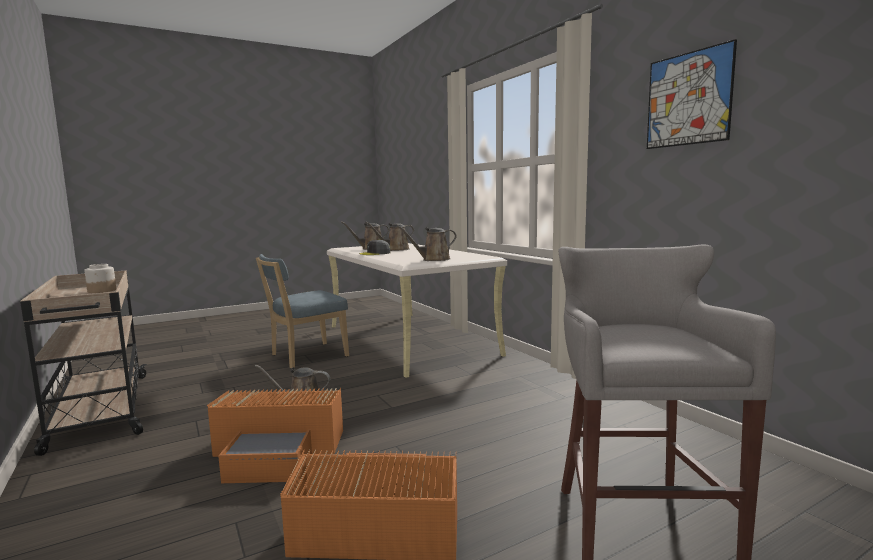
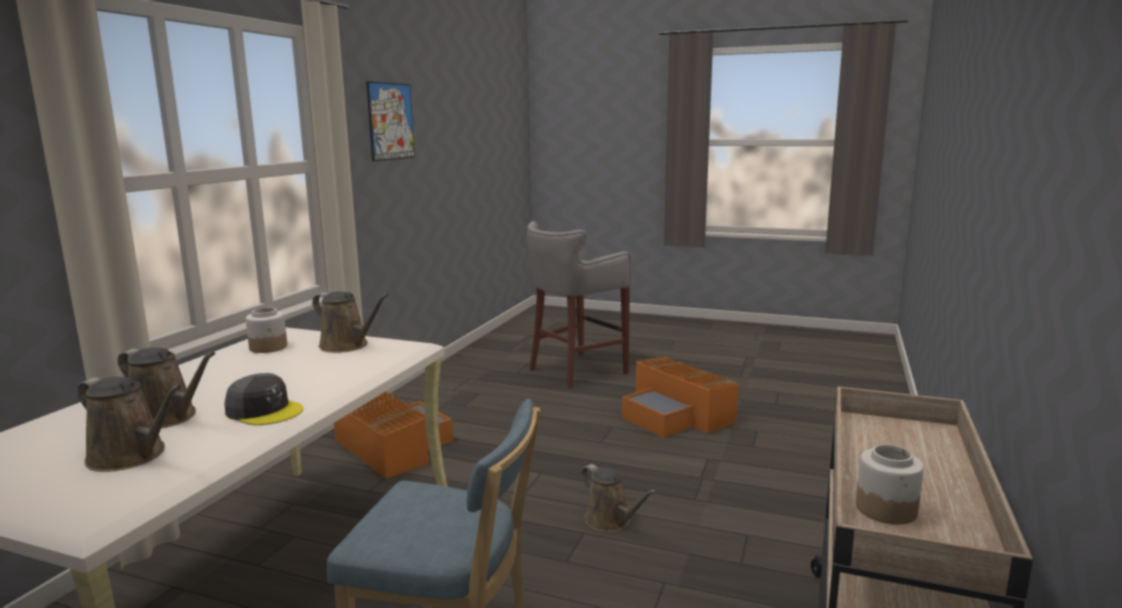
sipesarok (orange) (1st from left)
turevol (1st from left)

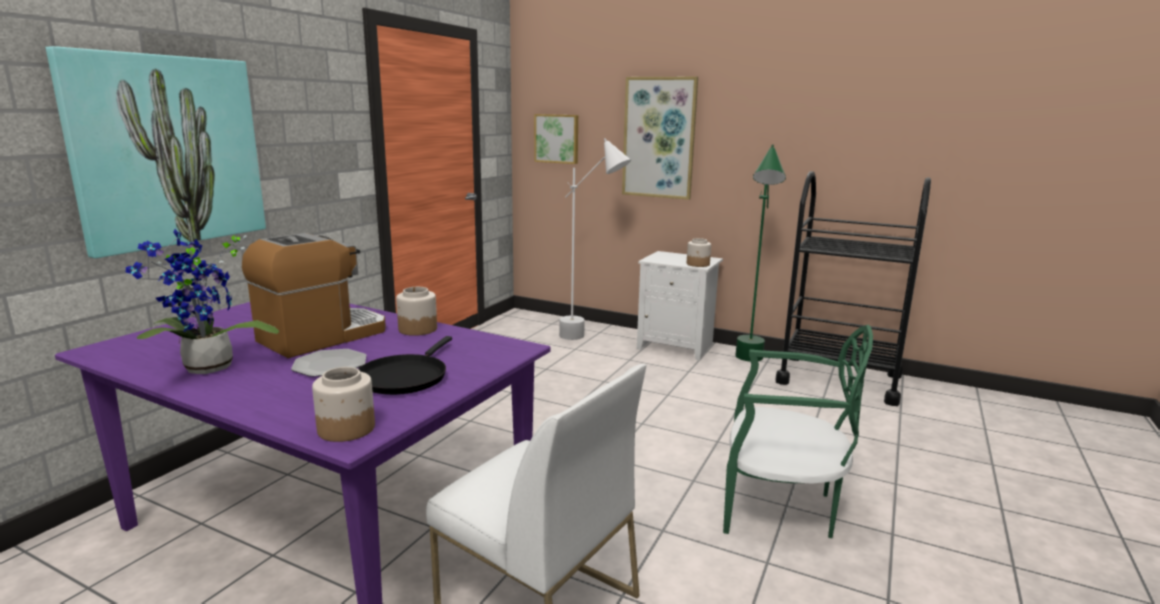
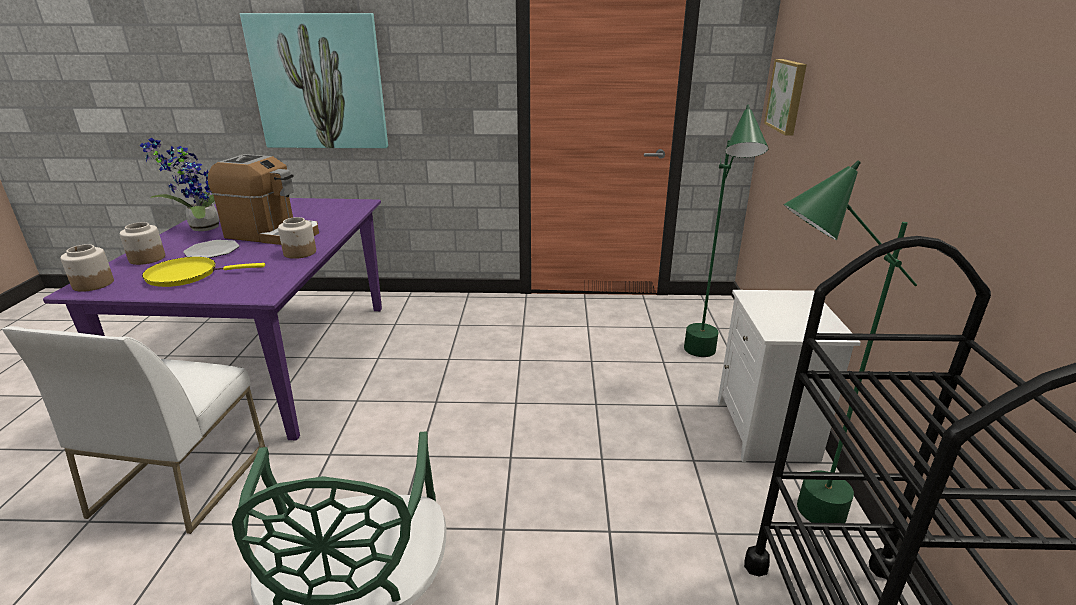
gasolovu (3rd from left in the first image)
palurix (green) (1st from left)
turevol (2nd from left)
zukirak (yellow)

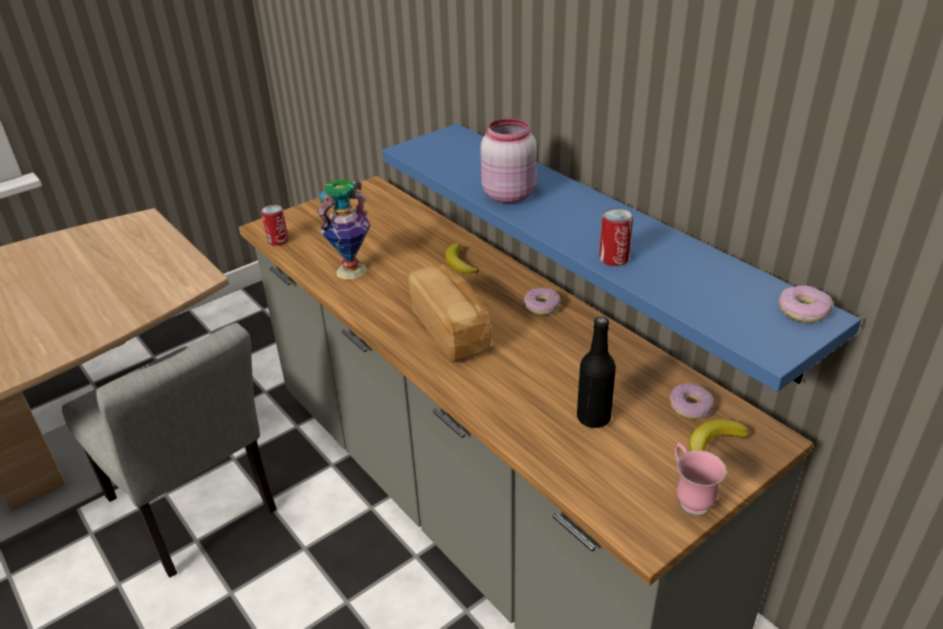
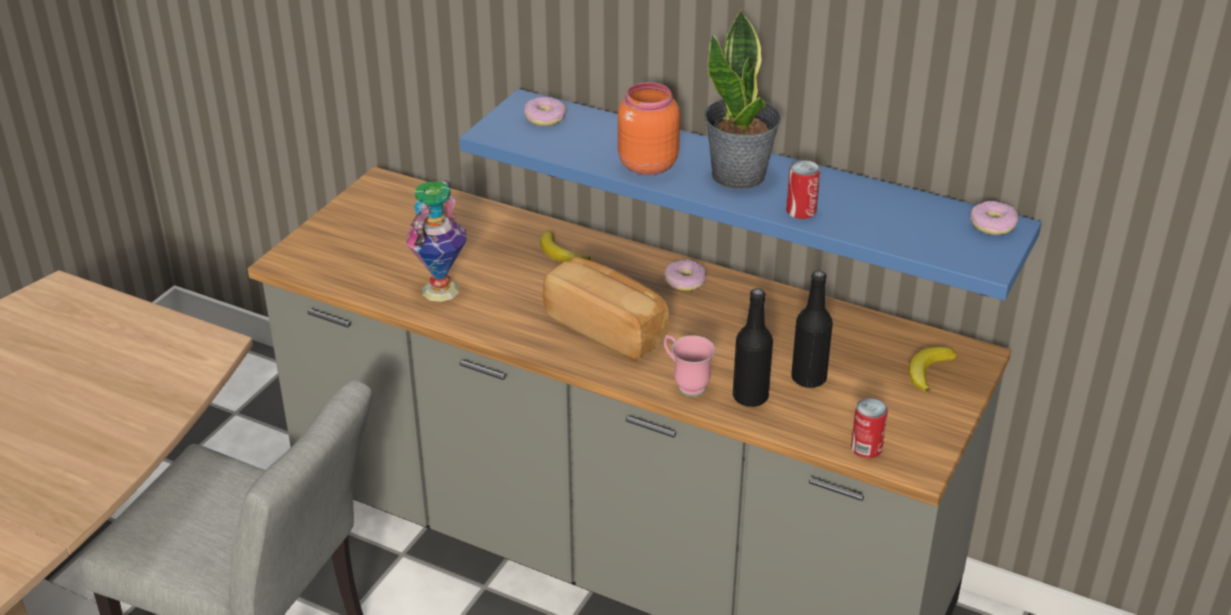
turevol (orange)
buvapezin (2nd from left)
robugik (1st from left)
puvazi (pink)
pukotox
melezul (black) (1st from left)

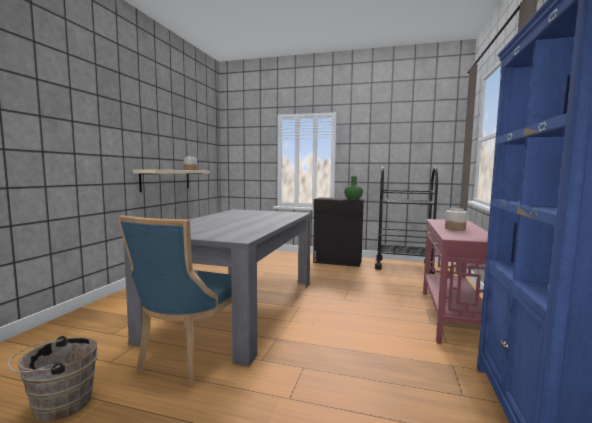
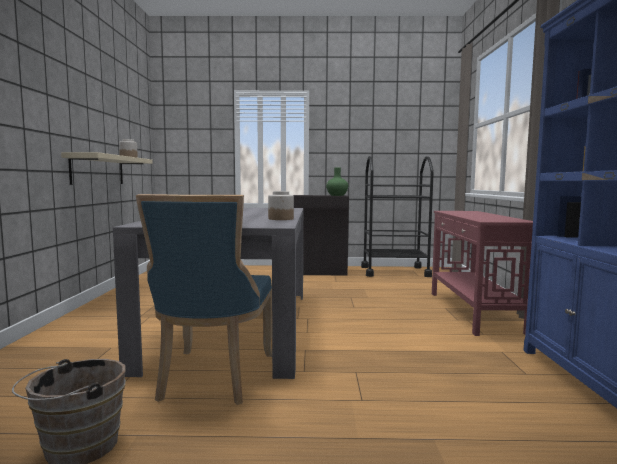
turevol (2nd from left)

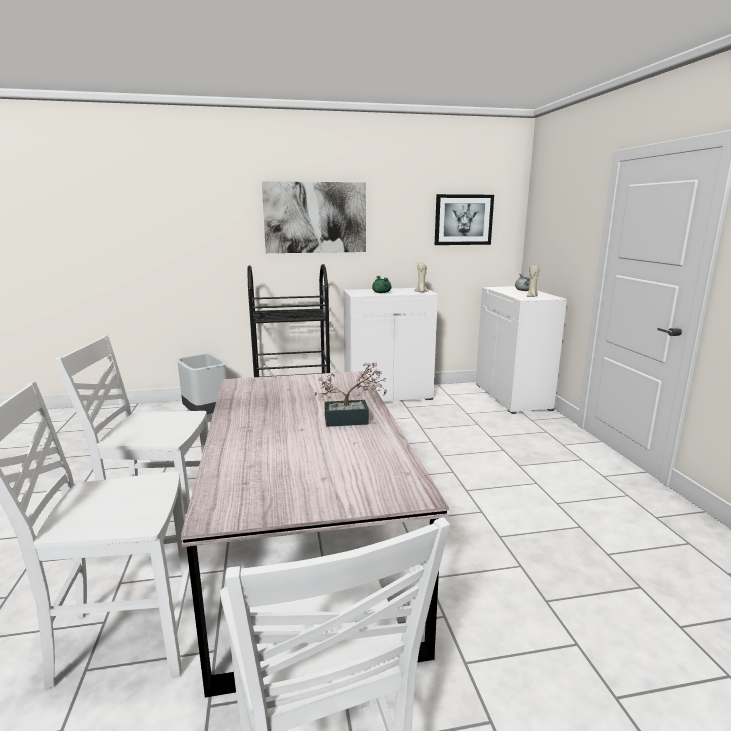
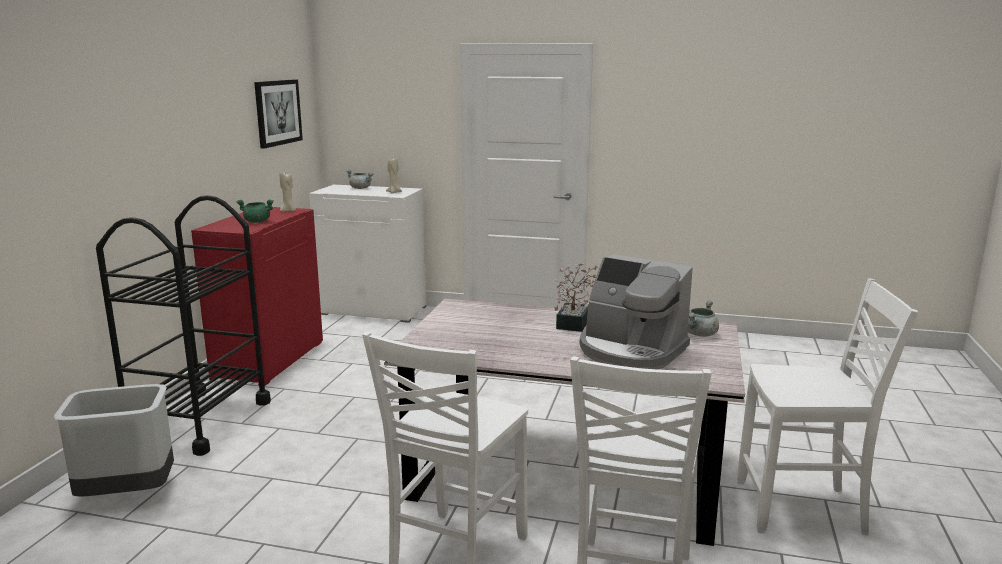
gasolovu (1st from left in the first image)
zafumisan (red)
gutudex
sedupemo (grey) (2nd from left)

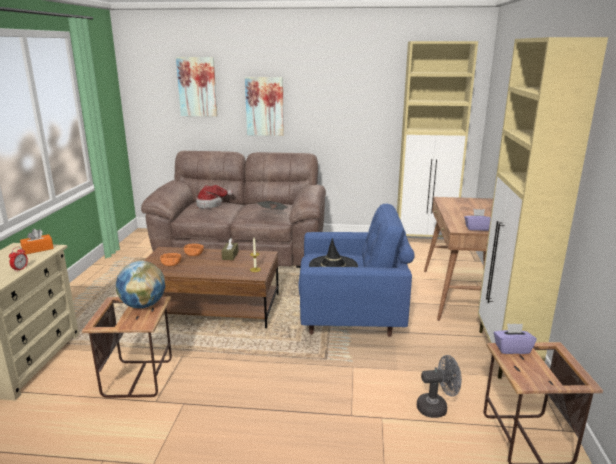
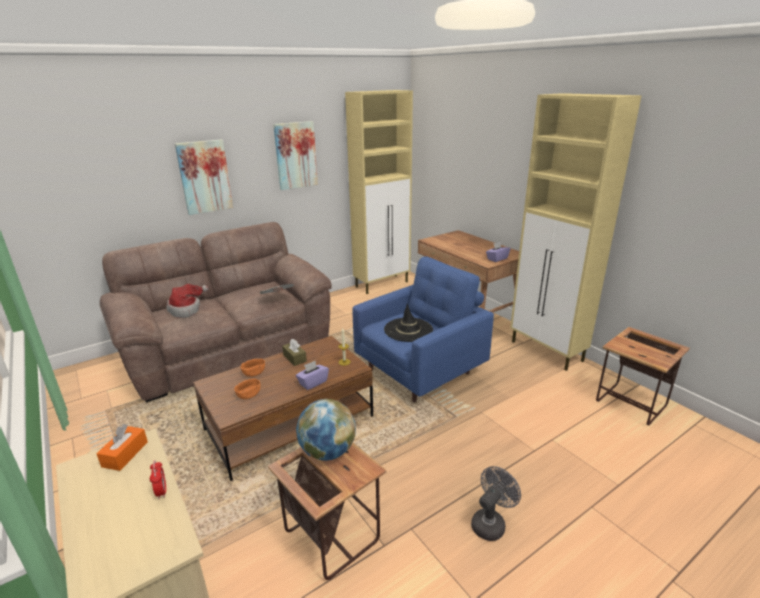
gasolovu (2nd from left)
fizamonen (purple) (1st from left)
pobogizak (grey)

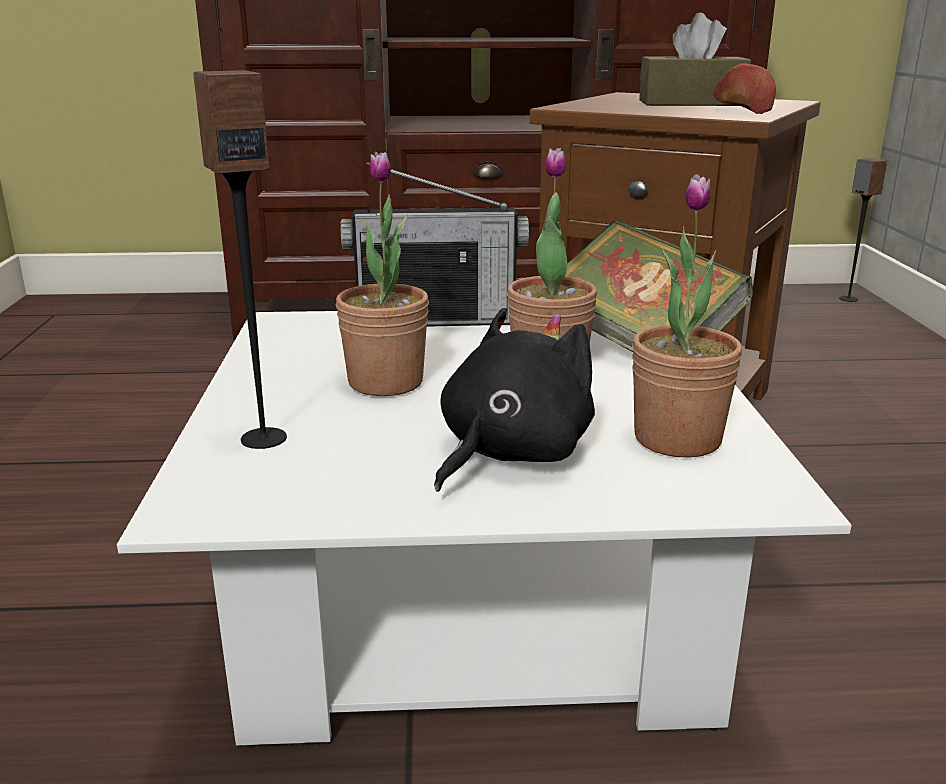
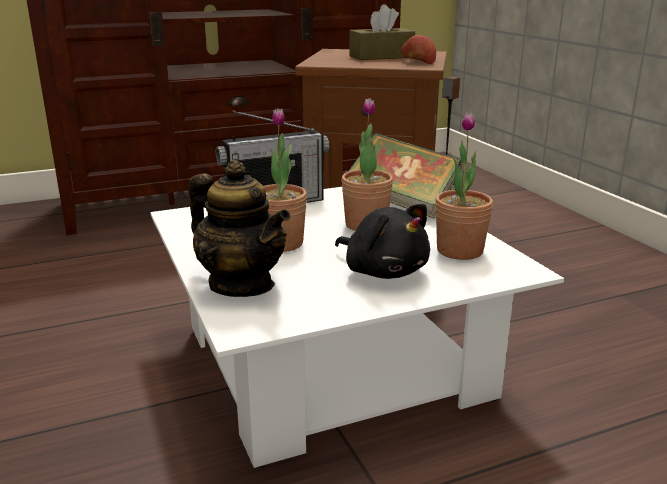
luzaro
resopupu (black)

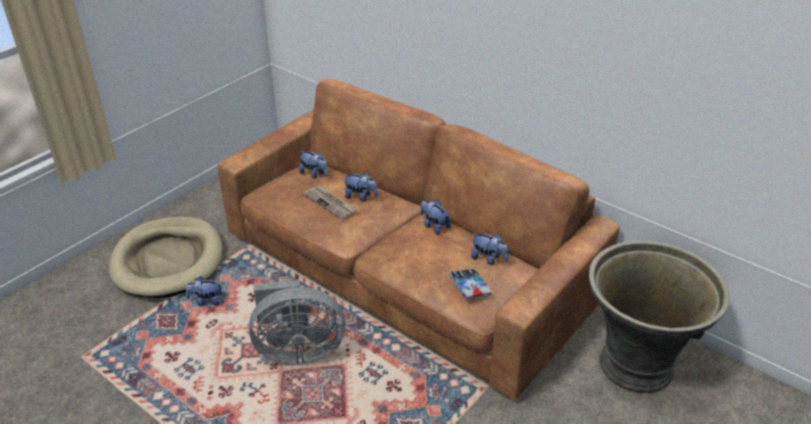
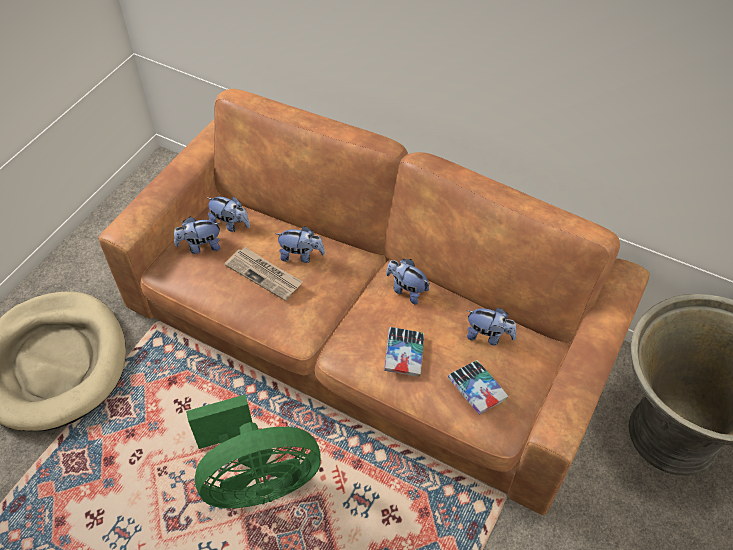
resopupu (1st from left)
pobogizak (green)
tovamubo (1st from left)

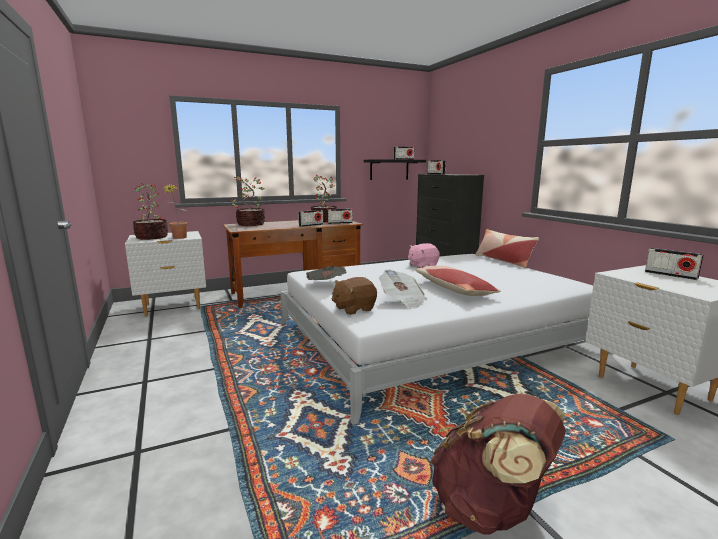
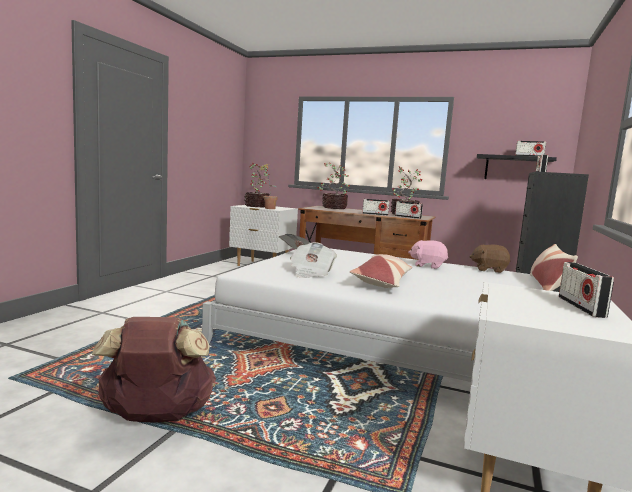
resopupu (brown)

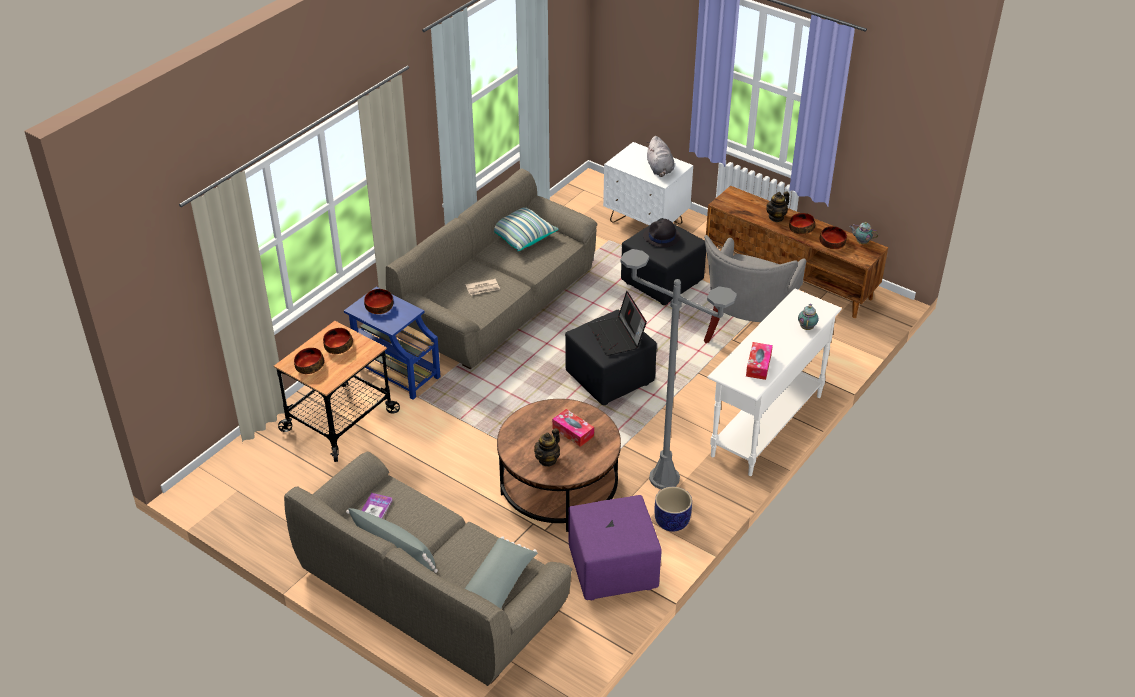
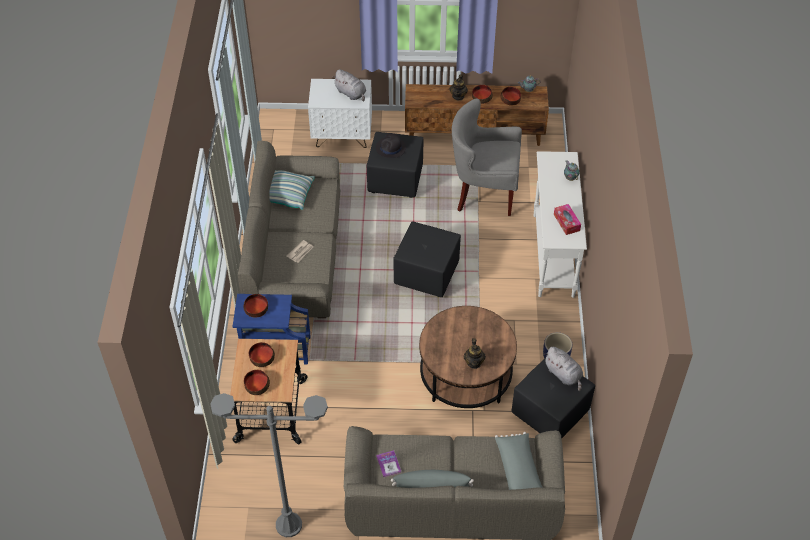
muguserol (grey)
palurix (grey)
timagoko
fizamonen (1st from left in the first image)
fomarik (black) (3rd from left)
resopupu (grey) (2nd from left)

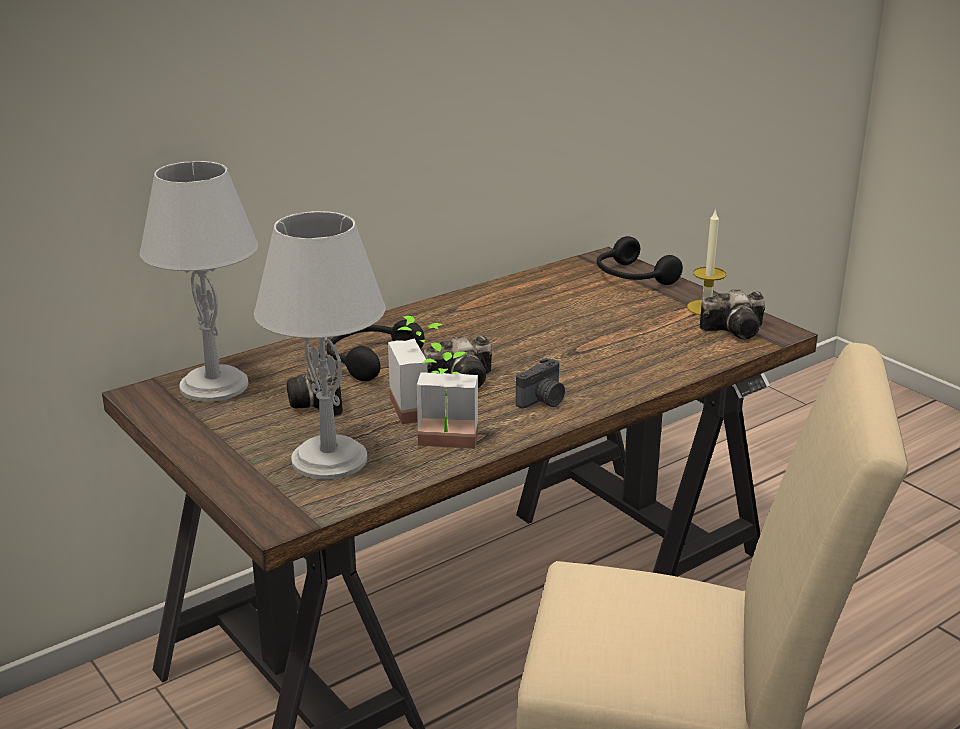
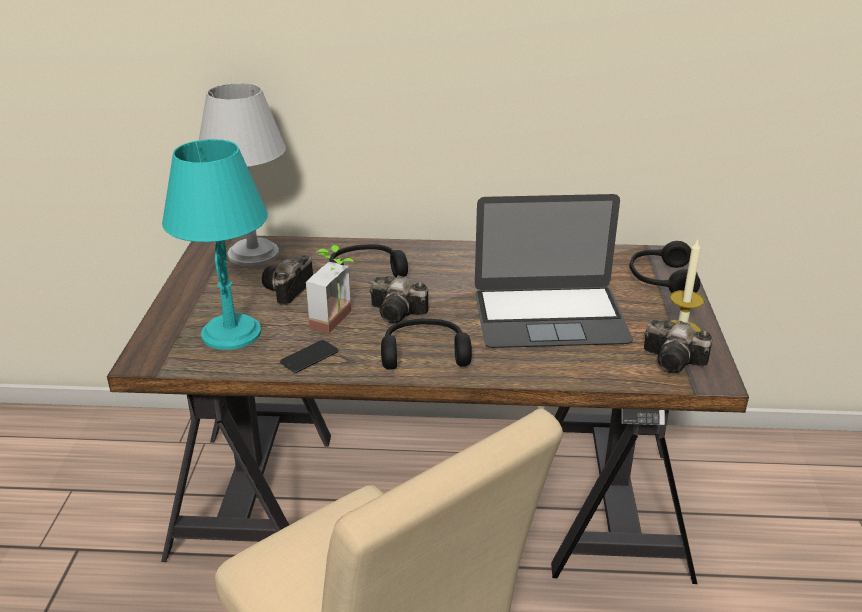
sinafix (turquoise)
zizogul
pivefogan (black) (2nd from left)
timagoko

